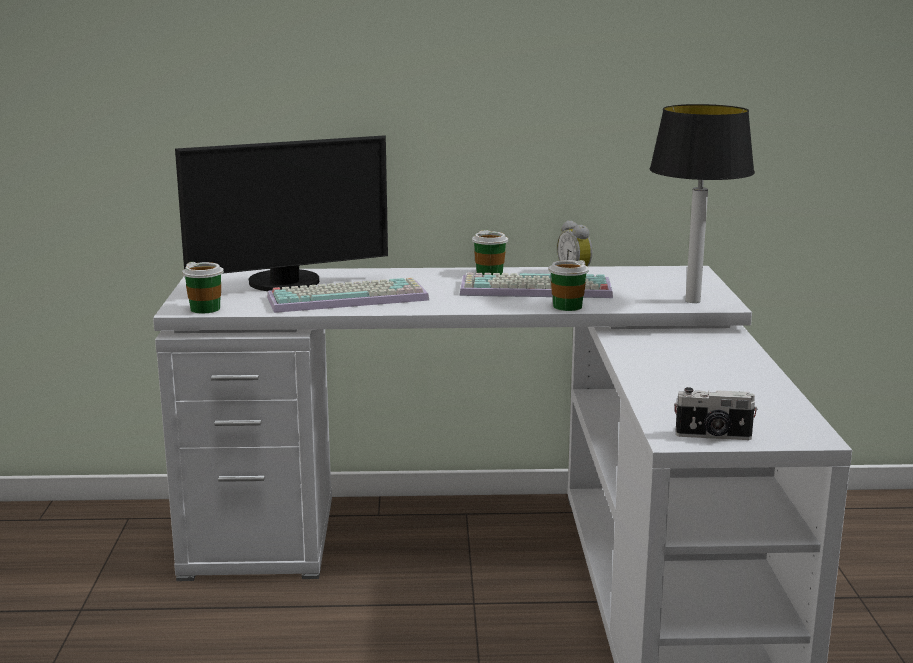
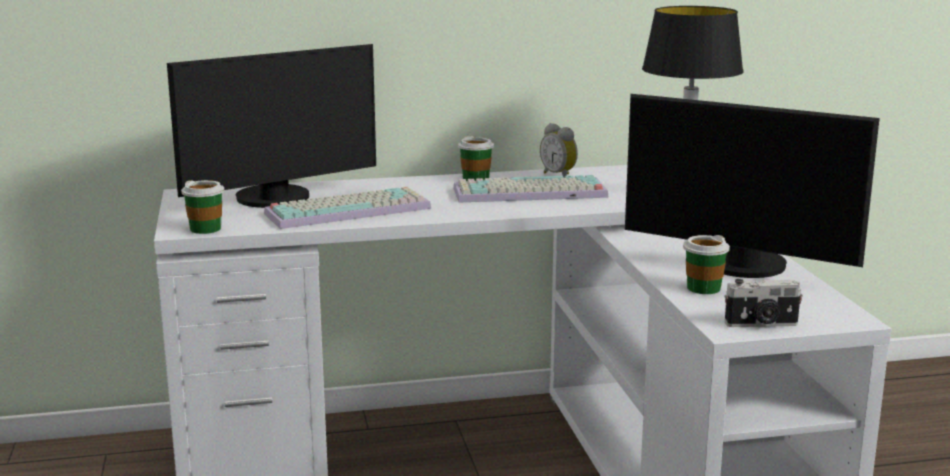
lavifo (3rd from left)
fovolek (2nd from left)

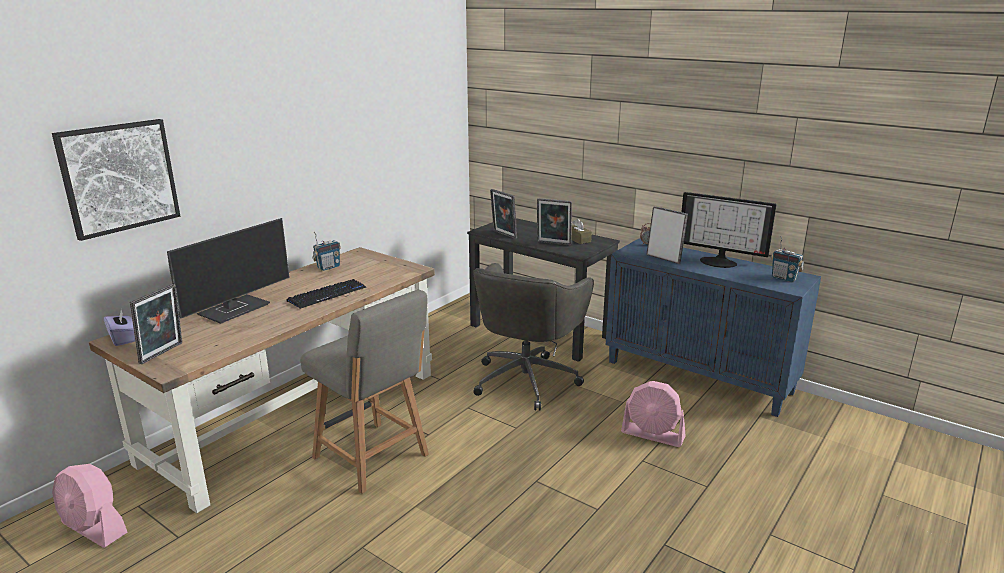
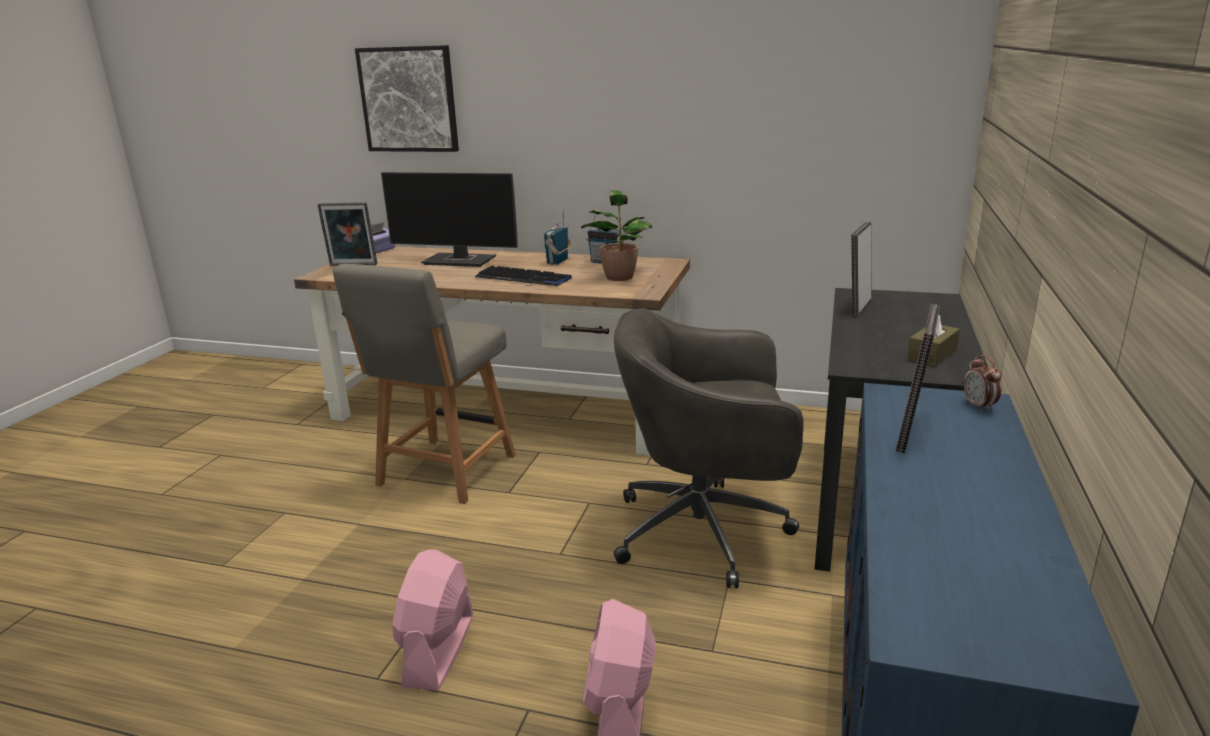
fovolek (2nd from left in the first image)
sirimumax (3rd from left in the first image)
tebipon (1st from left)
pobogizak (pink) (1st from left)
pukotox

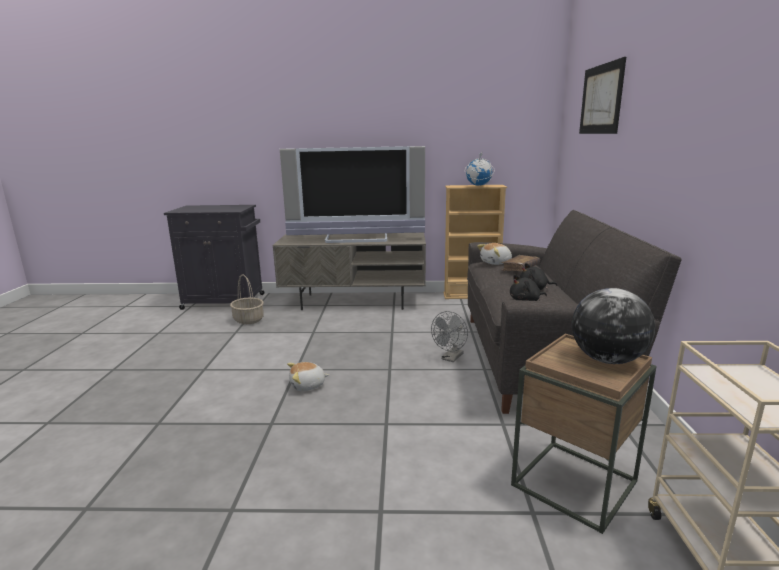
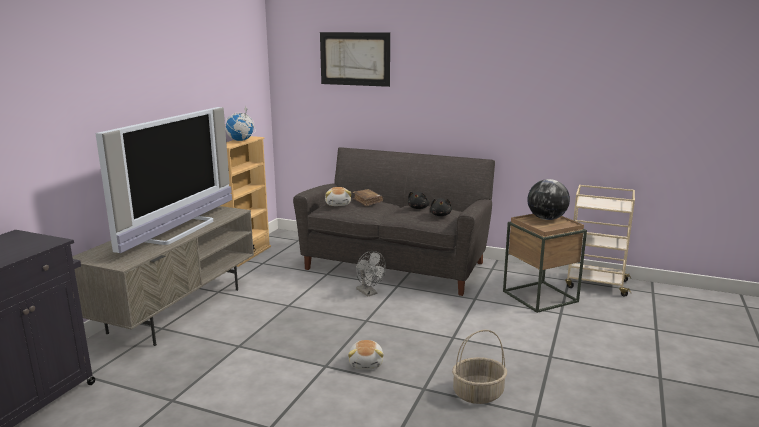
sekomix

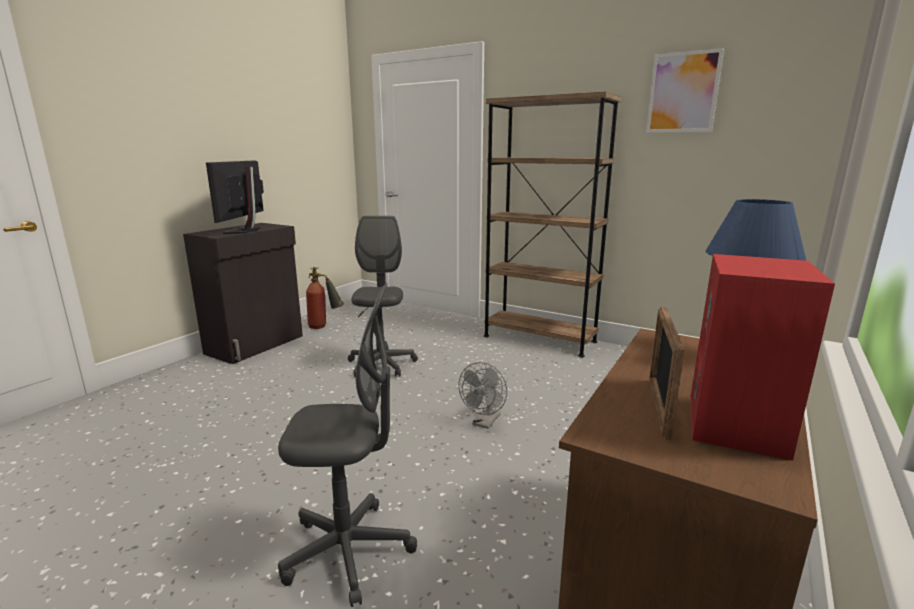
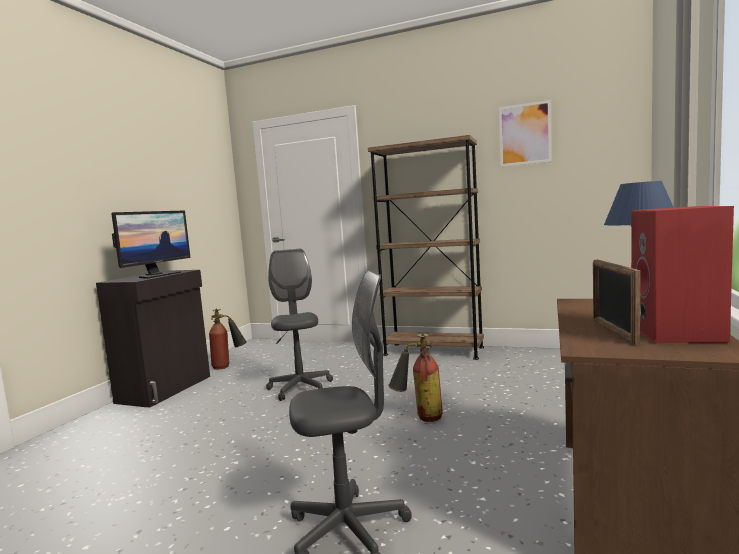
fovolek
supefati (2nd from left)

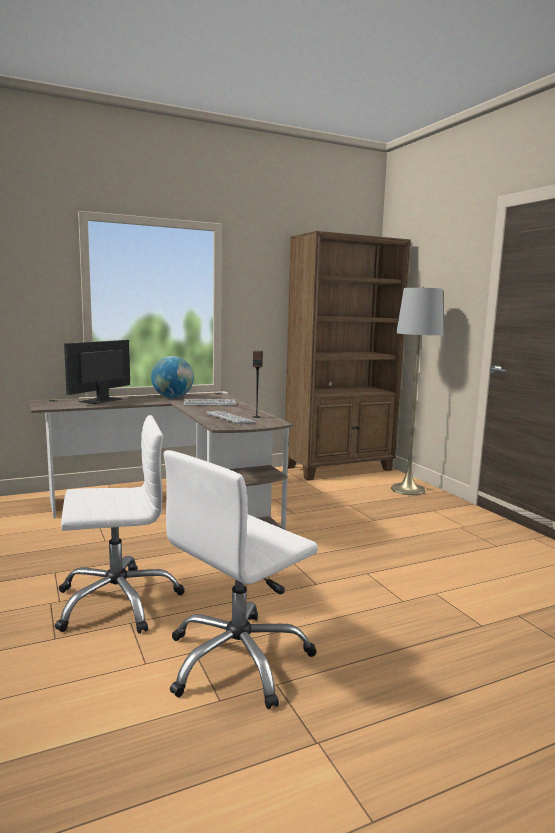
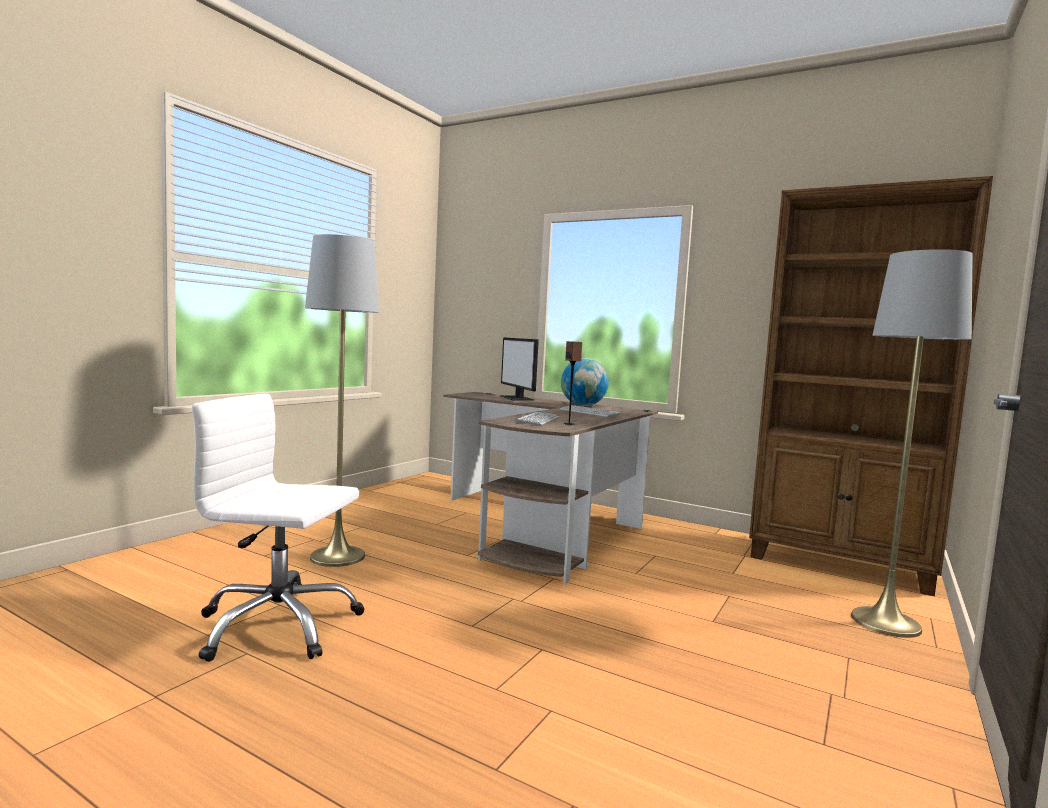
fovolek
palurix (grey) (1st from left)

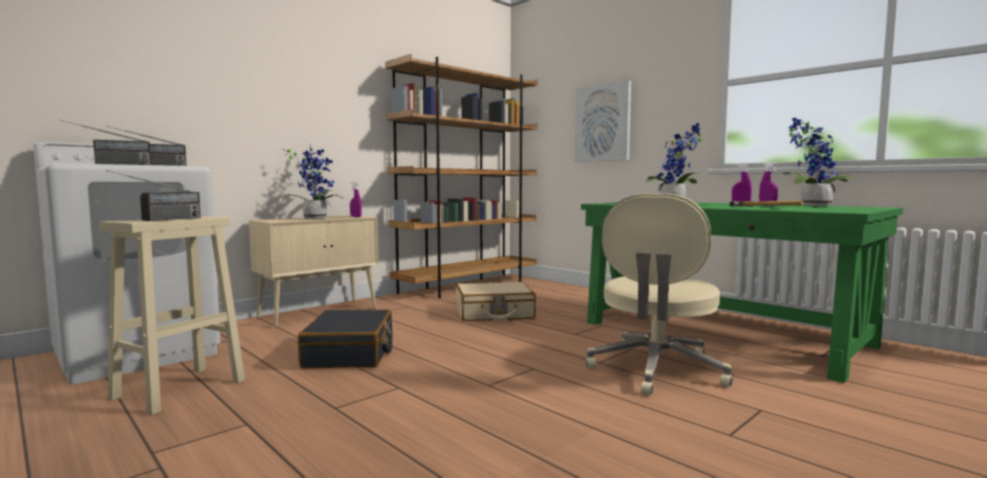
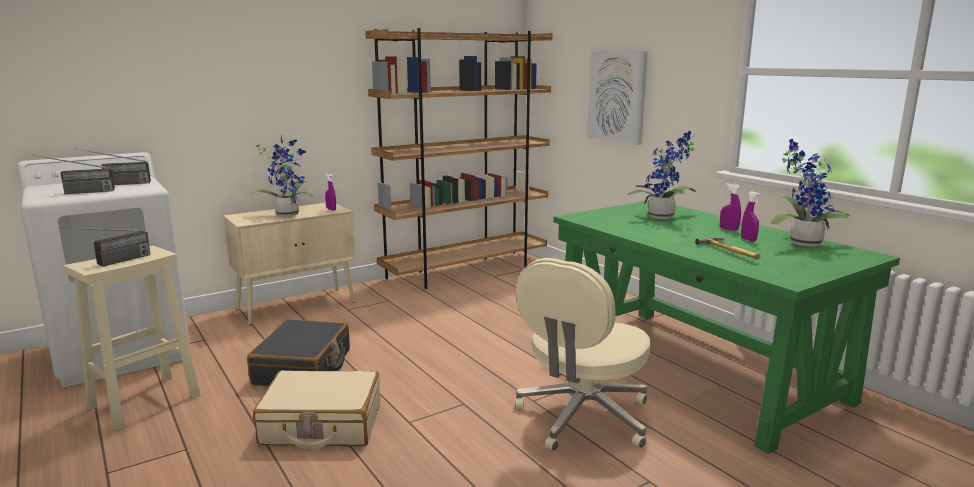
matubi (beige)

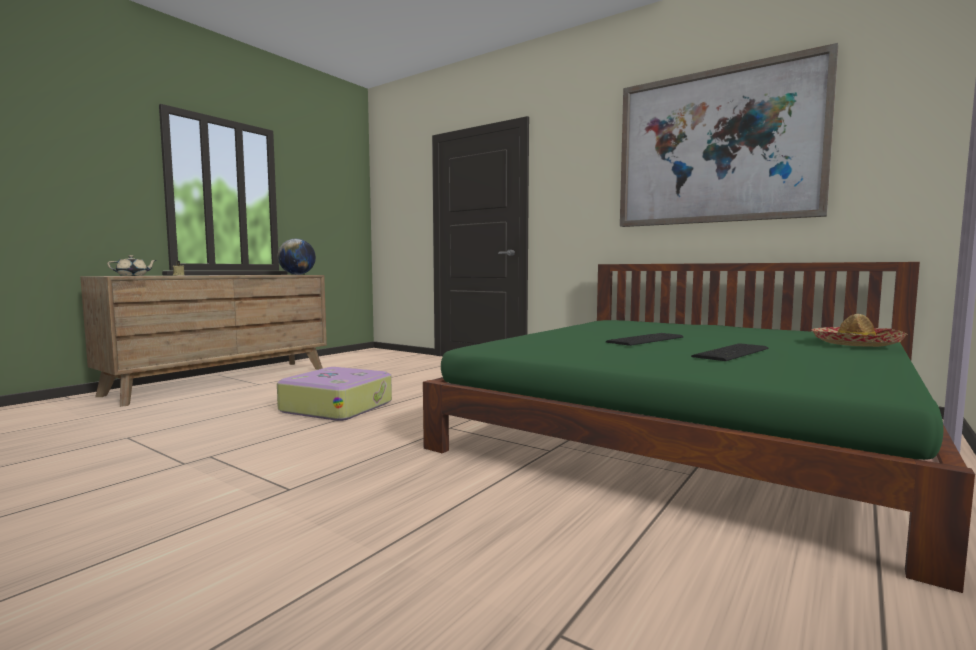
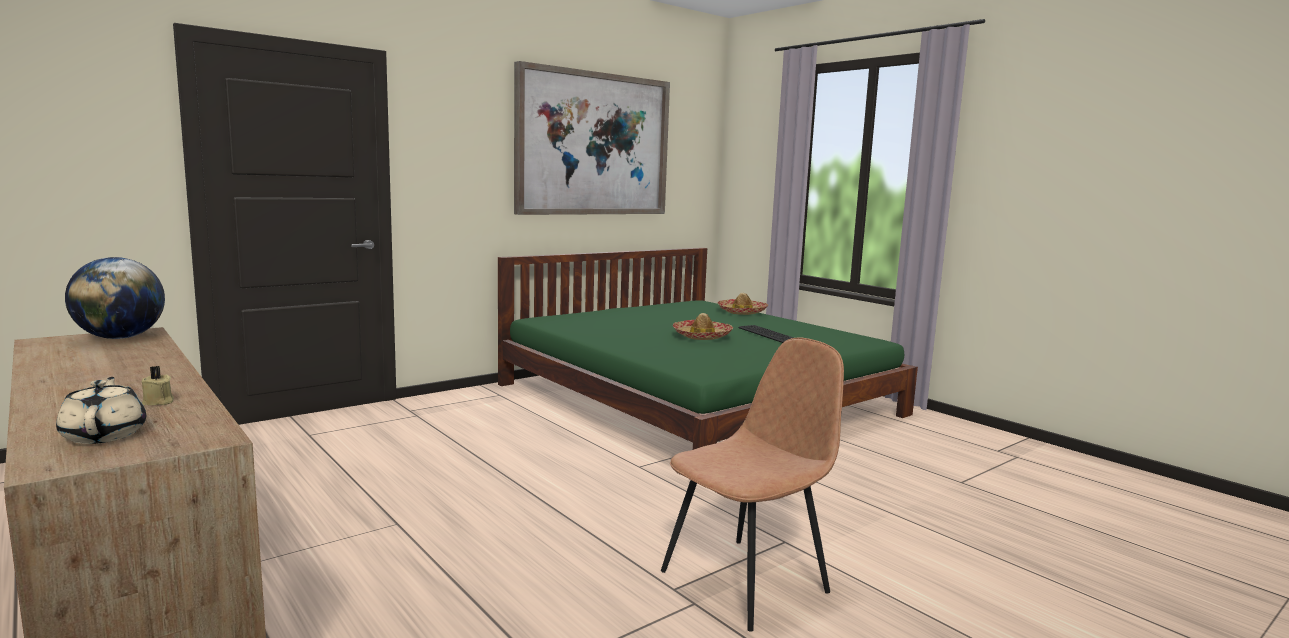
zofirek (1st from left)
matubi
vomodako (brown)

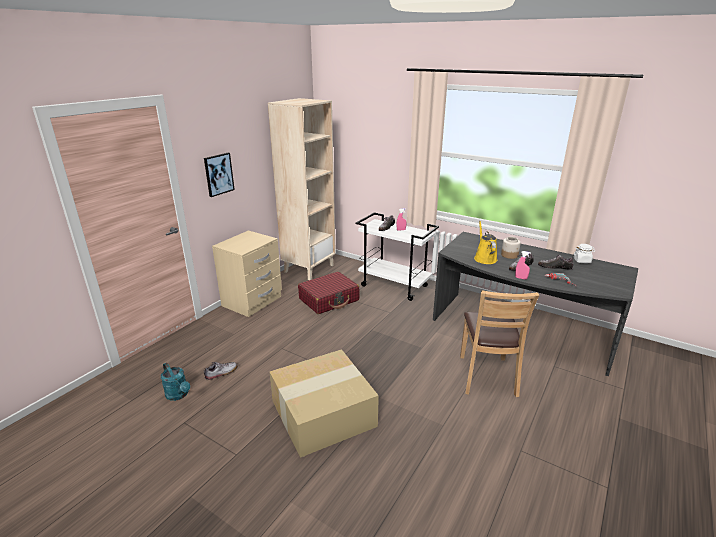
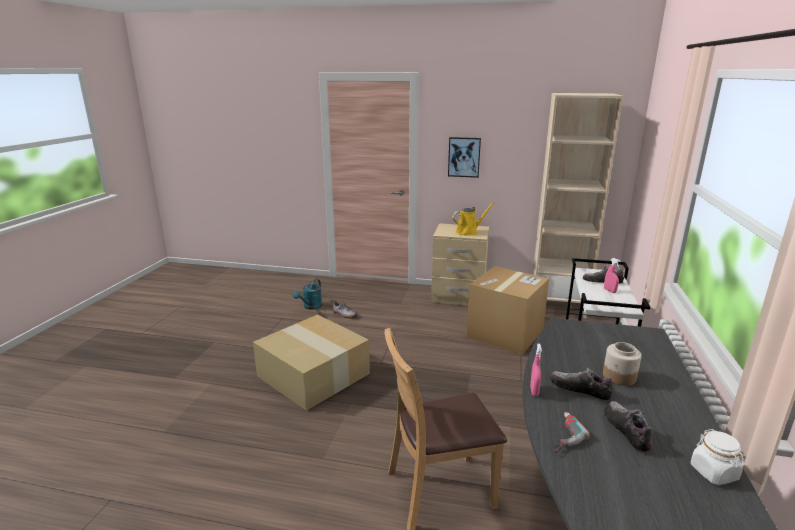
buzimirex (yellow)
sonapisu (2nd from left)

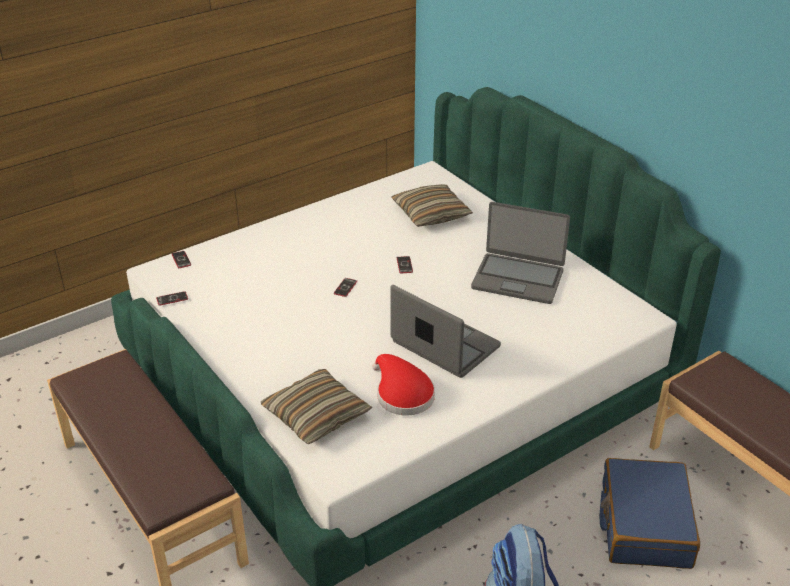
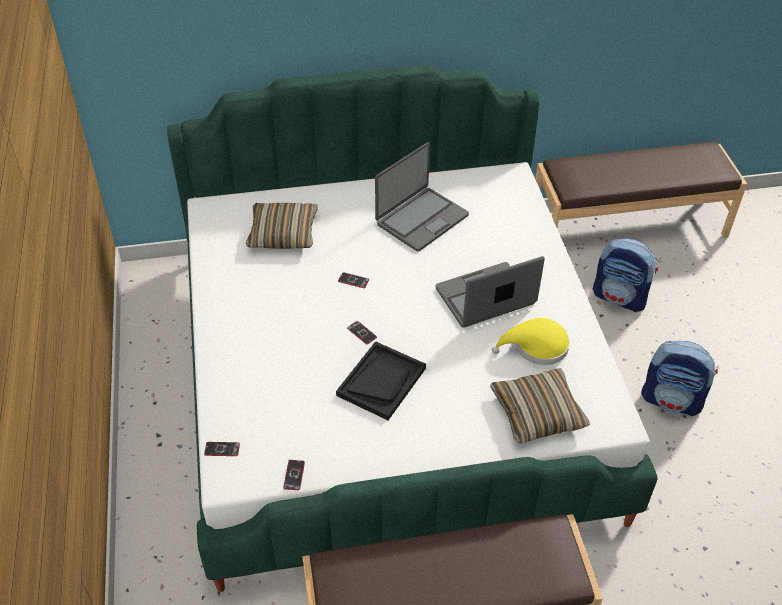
zofirek (yellow)
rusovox (1st from left)
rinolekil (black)

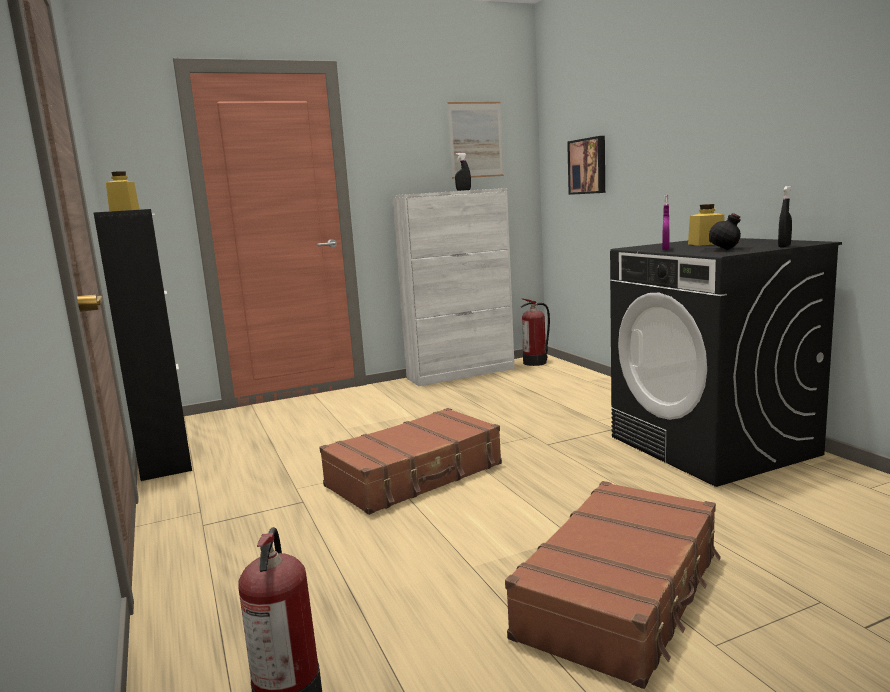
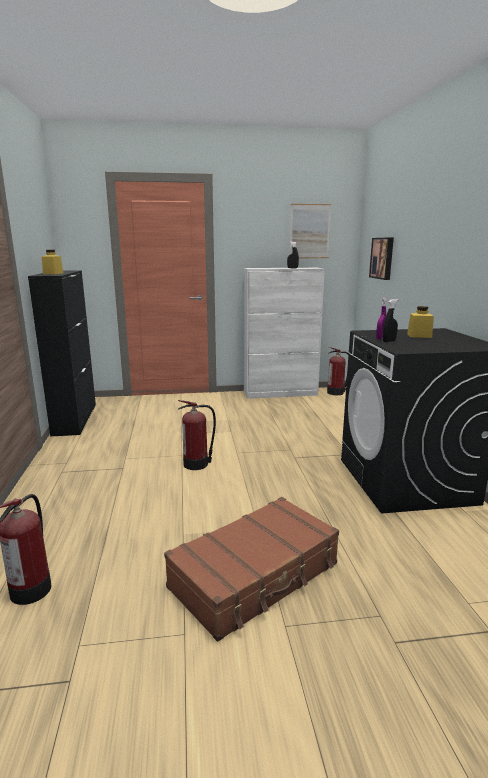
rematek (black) (2nd from left)
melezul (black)
supefati (2nd from left)

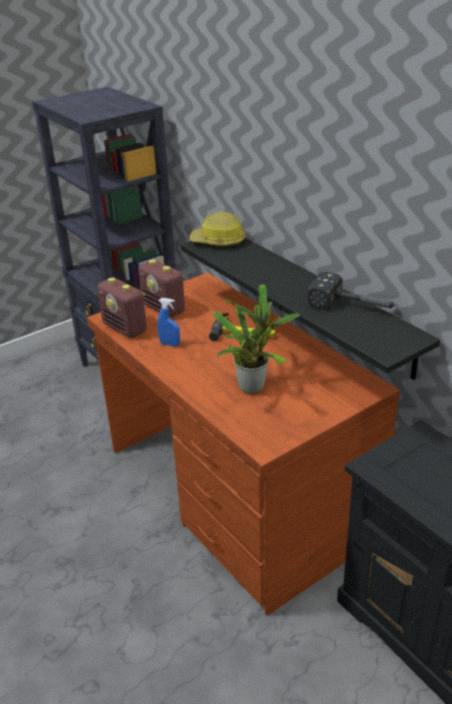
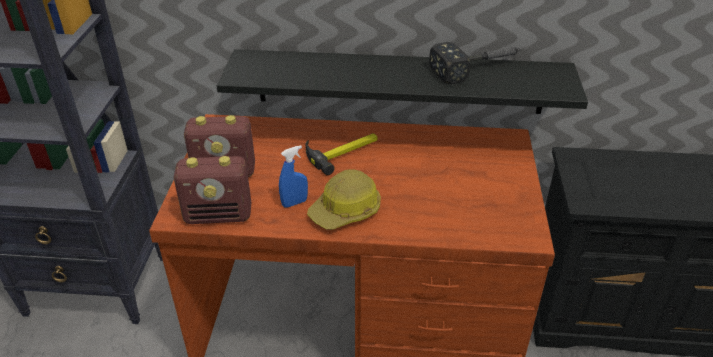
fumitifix
pukotox

